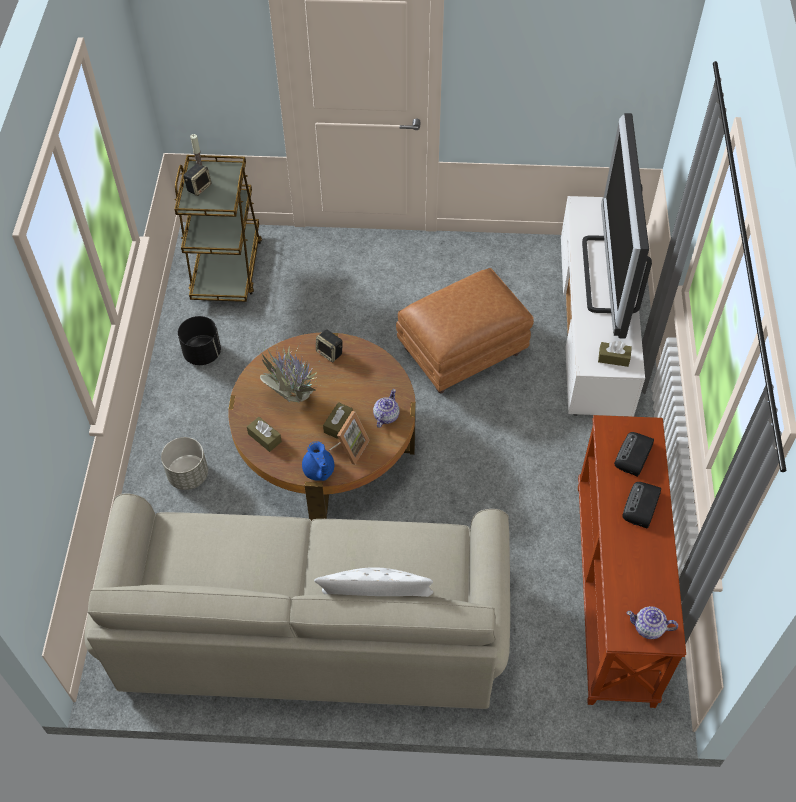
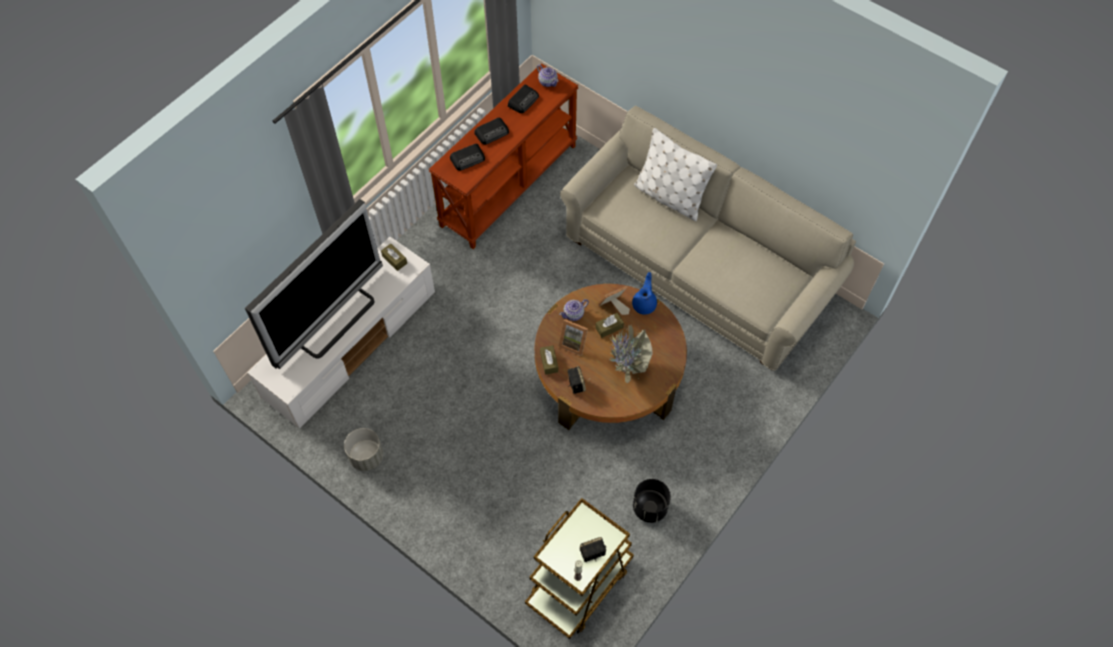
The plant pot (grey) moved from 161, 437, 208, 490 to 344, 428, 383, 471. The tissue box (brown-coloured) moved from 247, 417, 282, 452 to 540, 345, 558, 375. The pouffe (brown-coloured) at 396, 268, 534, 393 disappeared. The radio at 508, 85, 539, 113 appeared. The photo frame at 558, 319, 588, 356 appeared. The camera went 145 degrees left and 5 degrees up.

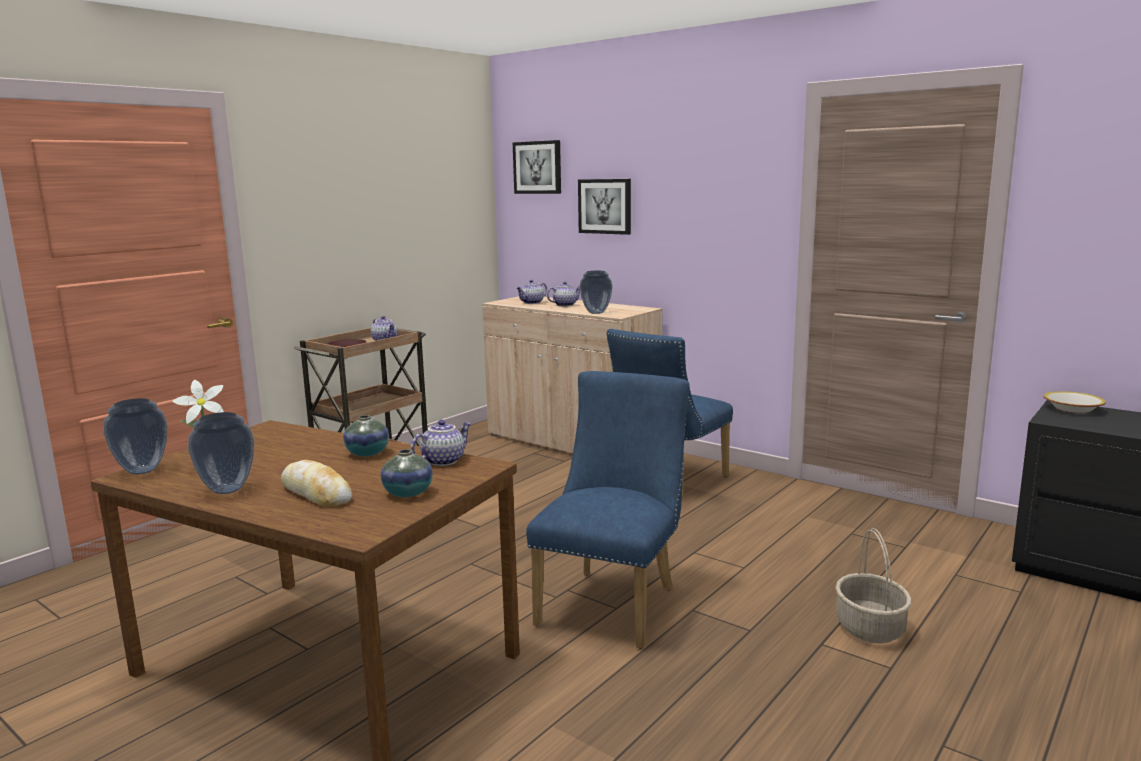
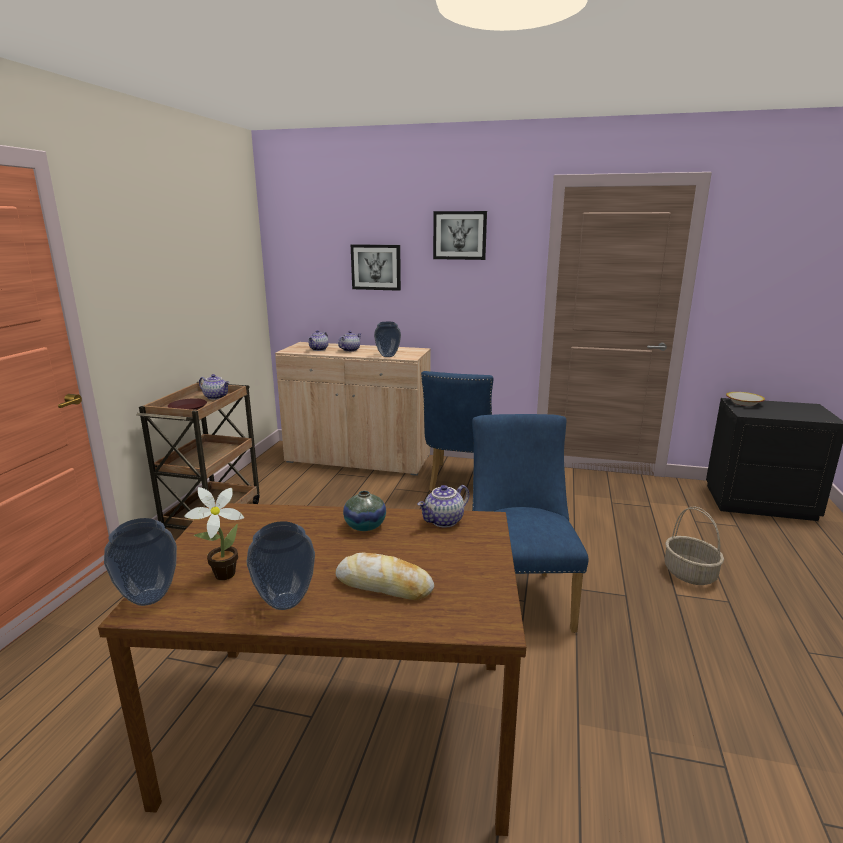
The flower vase at 380, 449, 433, 497 disappeared. The pot for tea at 411, 420, 472, 466 turned 150 degrees counterclockwise. The picture moved from 513, 140, 561, 194 to 433, 211, 487, 260. The camera went 25 degrees left and 5 degrees up.

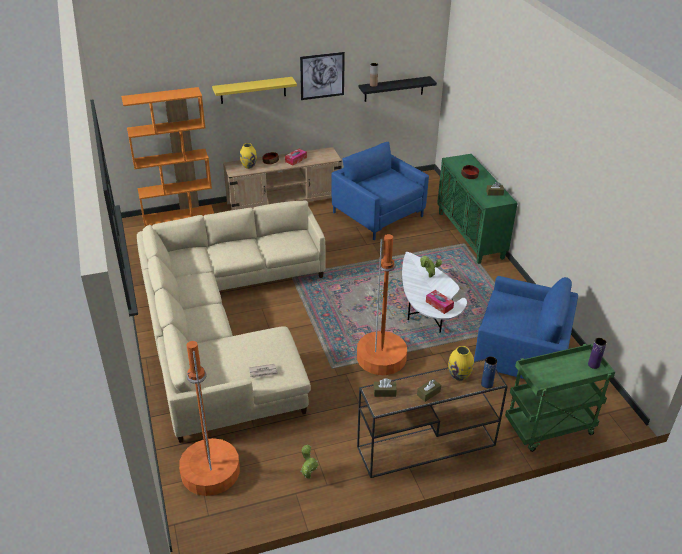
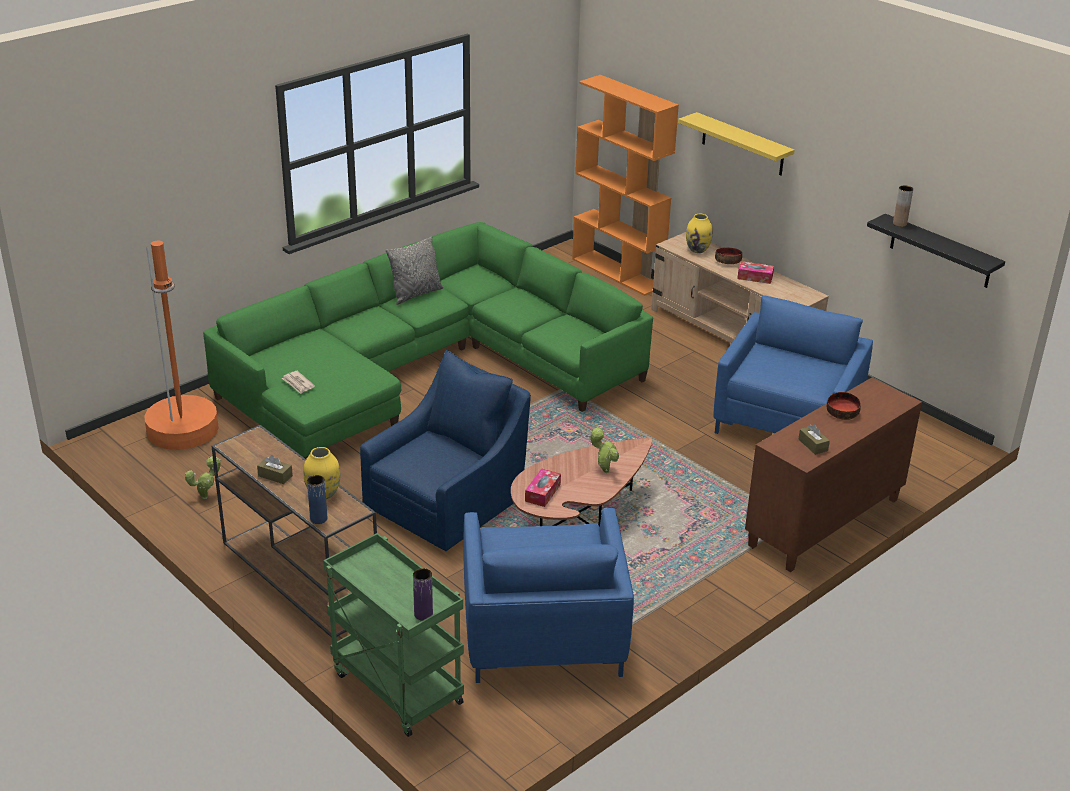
The settee (beige) at 137, 201, 326, 443 became the settee (green) at 203, 222, 653, 459. The picture at 300, 52, 345, 100 disappeared. The standing lamp (orange) at 357, 234, 407, 375 was replaced by the armchair (blue) at 360, 350, 531, 551. The tissue box (brown-coloured) at 374, 378, 397, 397 disappeared. The lounge table (white-coloured) at 402, 252, 467, 333 became the lounge table (brown-coloured) at 511, 438, 652, 527. The cabinet (green) at 437, 154, 518, 264 became the cabinet (brown-coloured) at 745, 377, 922, 572. The throw pillow (grey) at 386, 236, 443, 305 appeared. The camera went 65 degrees right and 5 degrees down.

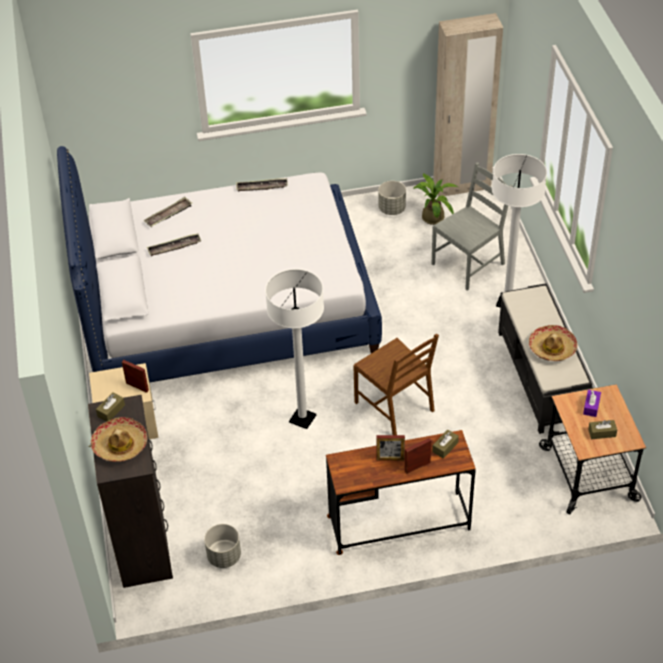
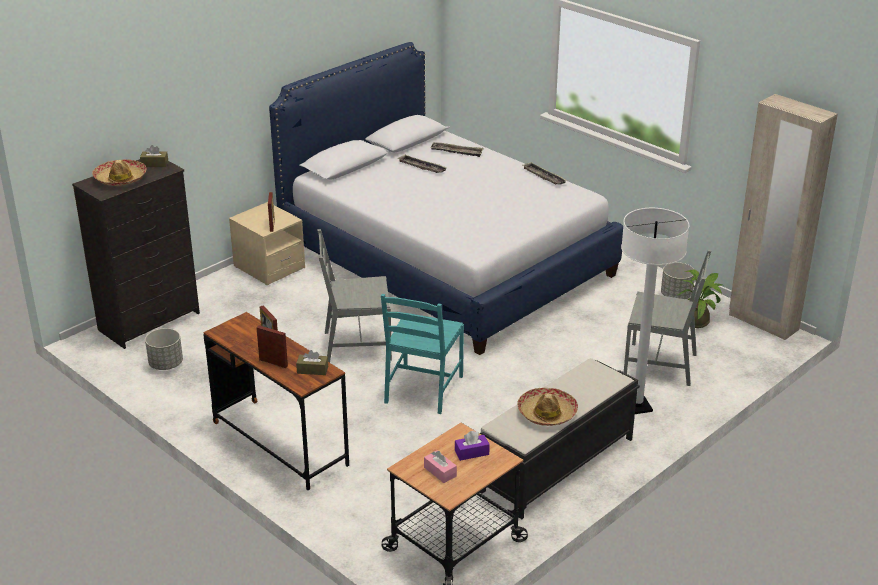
The standing lamp (white-coloured) at 265, 269, 324, 429 was replaced by the upright chair (grey) at 317, 229, 392, 363. The upright chair (brown-coloured) at 353, 333, 439, 435 became the upright chair (turquoise-coloured) at 381, 294, 464, 414. The tissue box (brown-coloured) at 588, 420, 617, 439 became the tissue box (pink-coloured) at 424, 450, 457, 483. The camera went 55 degrees right and 15 degrees down.

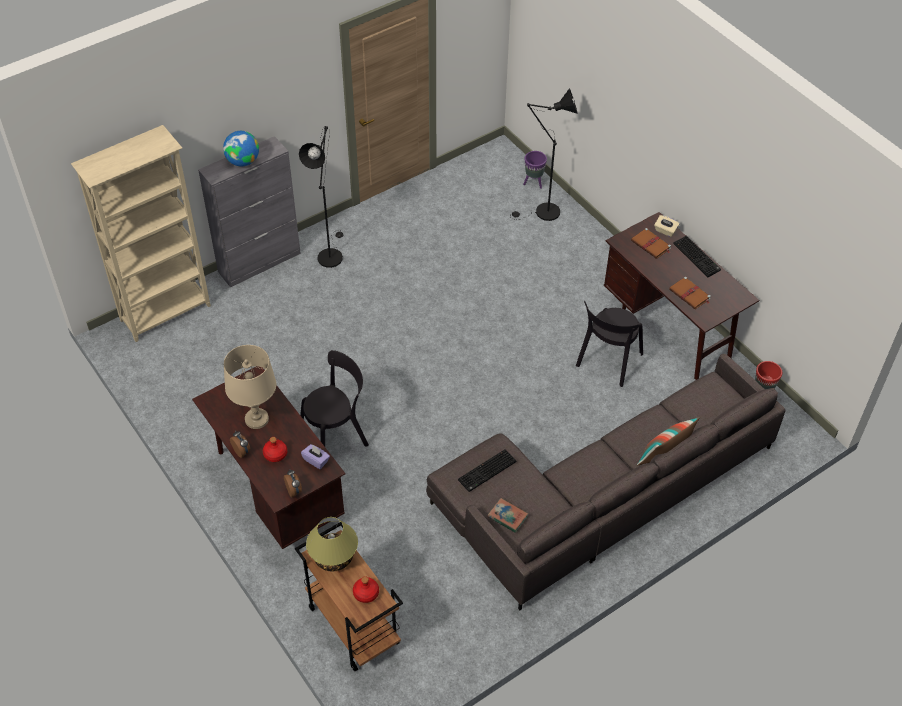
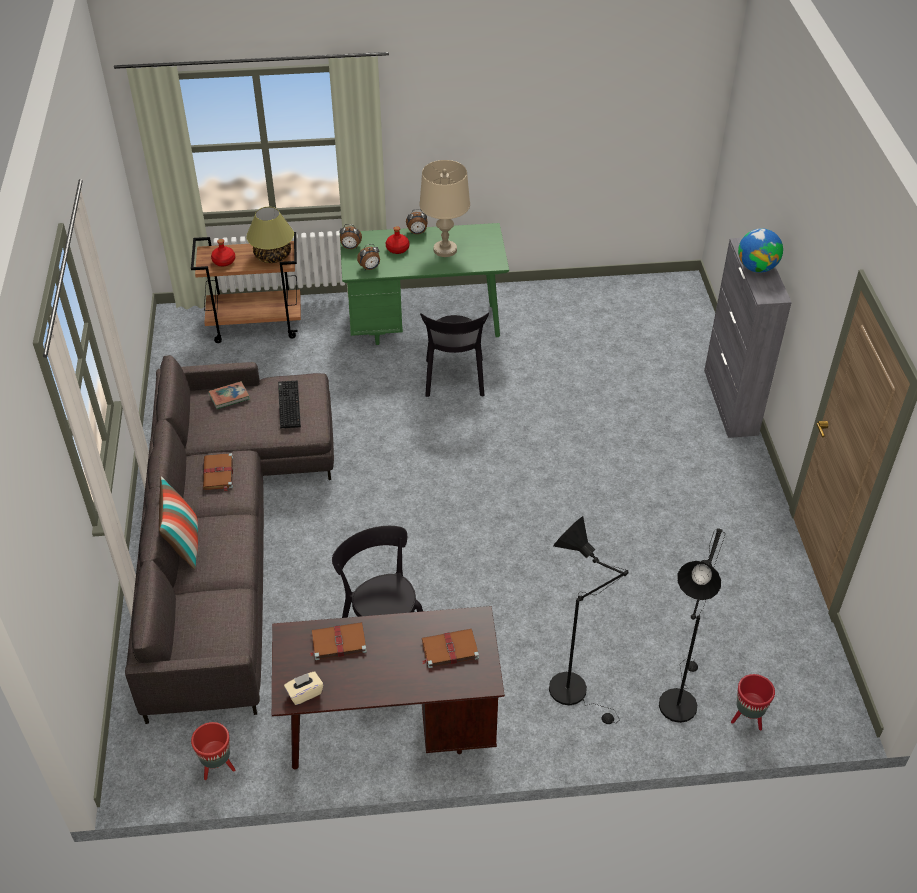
The bookshelf (beige) at 71, 125, 211, 342 disappeared. The desk unit (brown-coloured) at 192, 366, 345, 549 became the desk unit (green) at 340, 223, 509, 345. The standing lamp (black-coloured) moved from 299, 126, 343, 268 to 549, 516, 629, 724. The tissue box (purple) at 301, 444, 330, 469 was replaced by the alarm clock at 357, 244, 380, 270. The plant pot (purple) at 523, 151, 547, 189 became the plant pot (reddish) at 731, 674, 775, 730. The tissue box (beige) moved from 654, 215, 680, 237 to 284, 671, 323, 705. The PC keyboard at 673, 236, 721, 277 disappeared. The book (brown-coloured) at 203, 453, 233, 491 appeared. The camera went 120 degrees right and 5 degrees down.

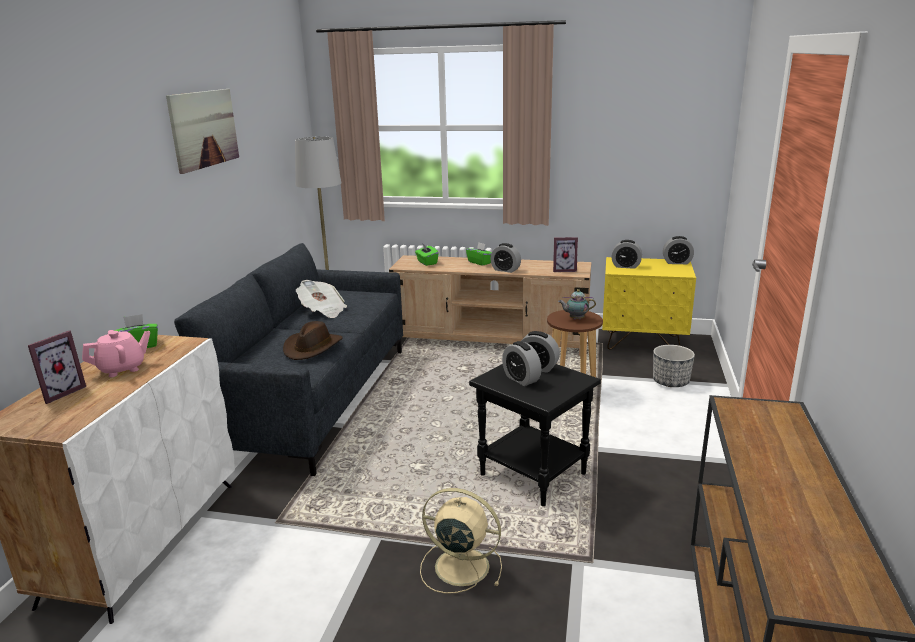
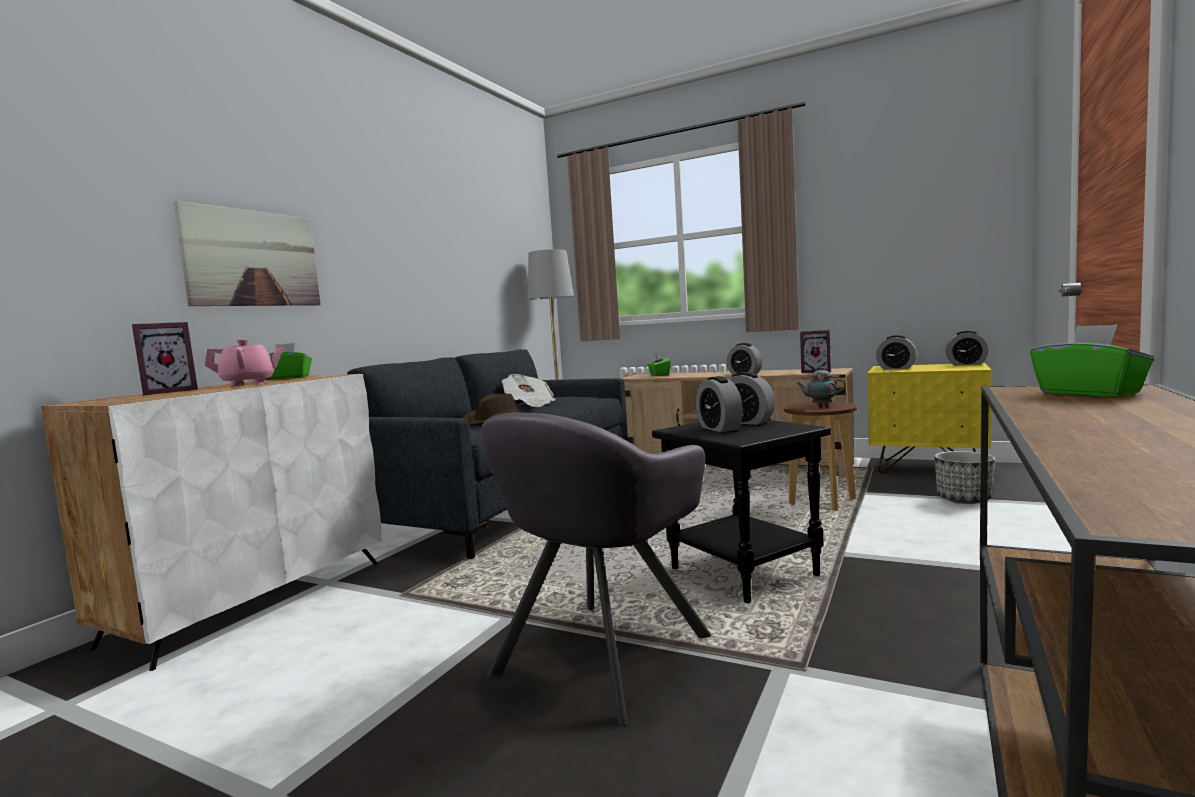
The picture moved from 166, 89, 239, 174 to 174, 201, 321, 306. The electric fan (beige) at 420, 488, 502, 594 was replaced by the armchair (grey) at 480, 412, 712, 727. The tissue box (green) moved from 466, 242, 492, 266 to 1030, 324, 1155, 397. The camera went 15 degrees right and 15 degrees down.

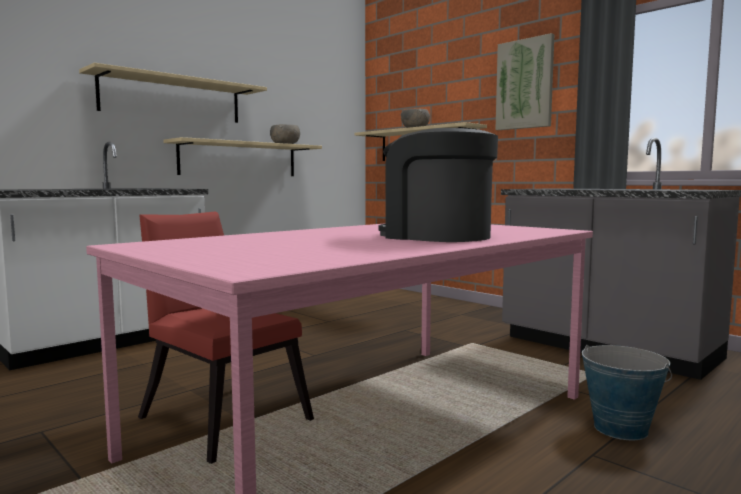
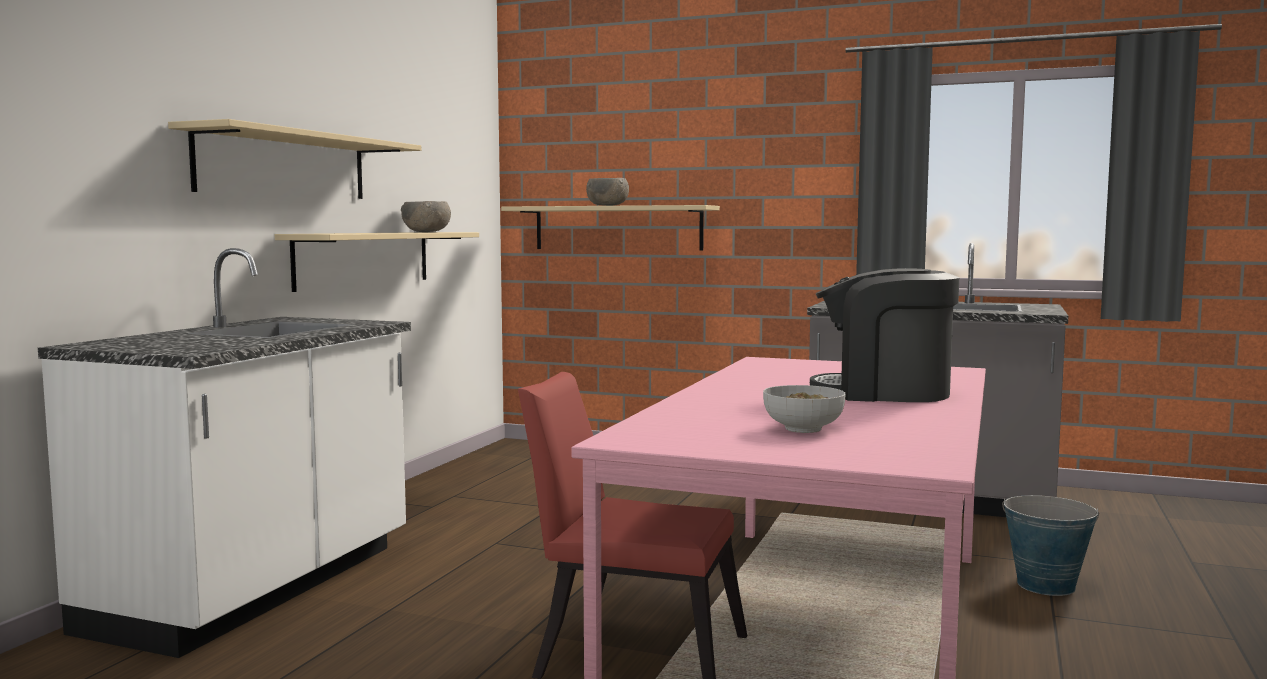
The picture at 495, 33, 554, 130 disappeared. The bowl at 763, 385, 846, 433 appeared. The camera went 25 degrees left and 0 degrees up.

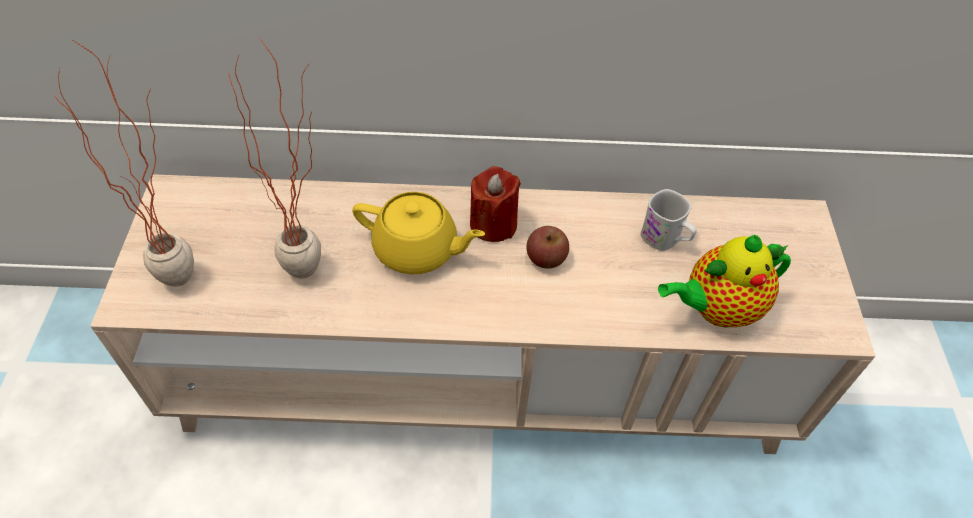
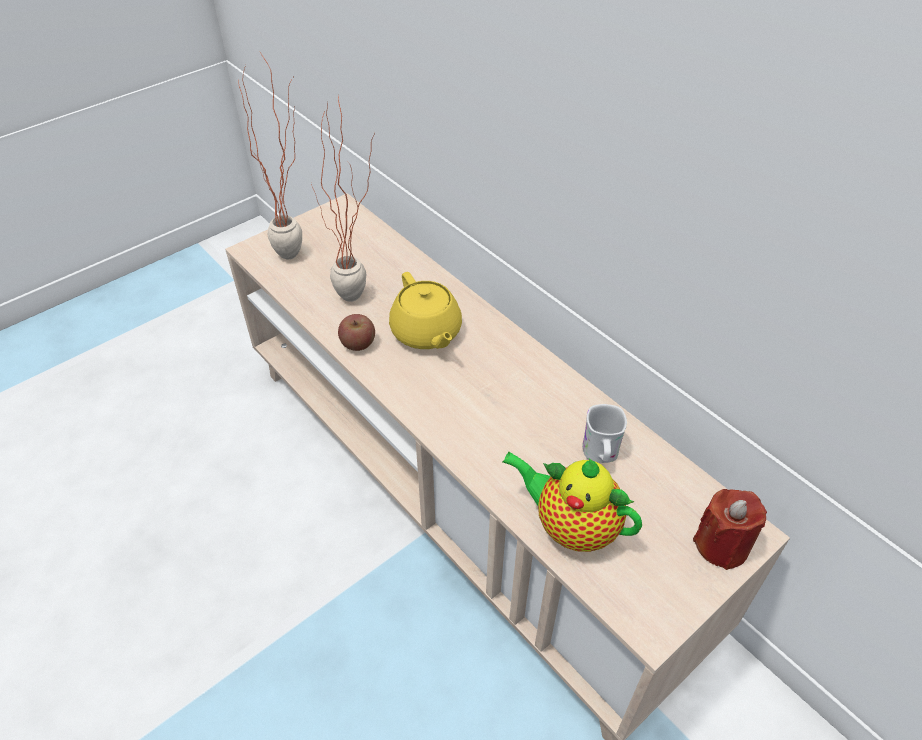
The candle (reddish) moved from 470, 166, 521, 242 to 693, 489, 767, 570. The apple fruit moved from 526, 226, 569, 269 to 338, 314, 375, 351. The camera went 50 degrees right and 5 degrees down.

